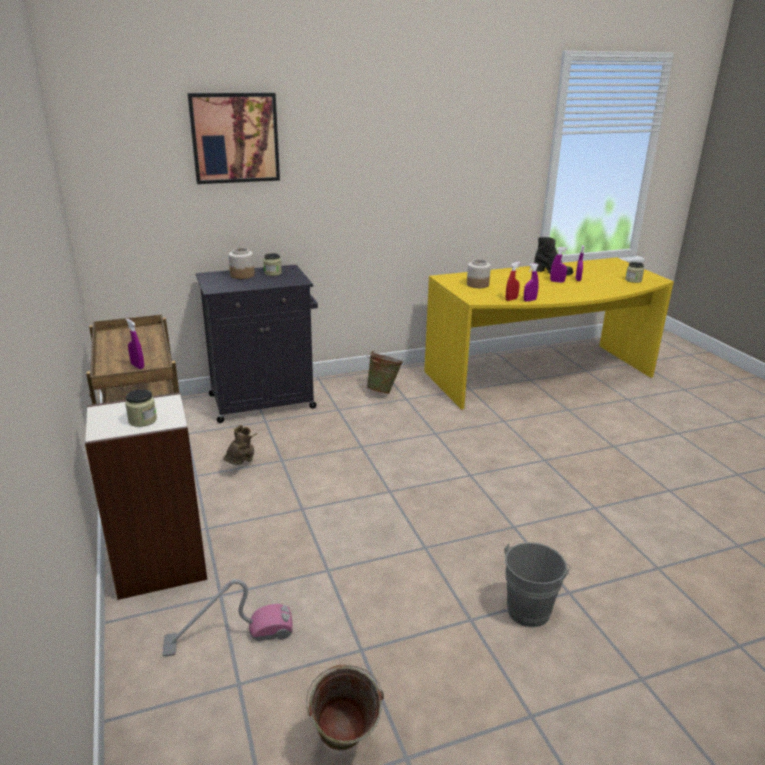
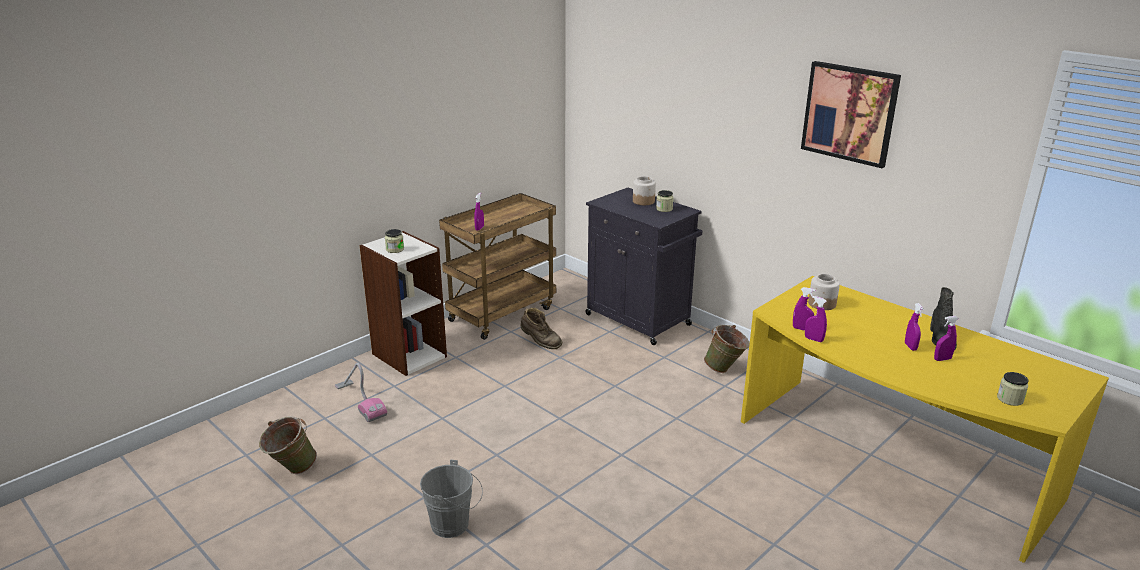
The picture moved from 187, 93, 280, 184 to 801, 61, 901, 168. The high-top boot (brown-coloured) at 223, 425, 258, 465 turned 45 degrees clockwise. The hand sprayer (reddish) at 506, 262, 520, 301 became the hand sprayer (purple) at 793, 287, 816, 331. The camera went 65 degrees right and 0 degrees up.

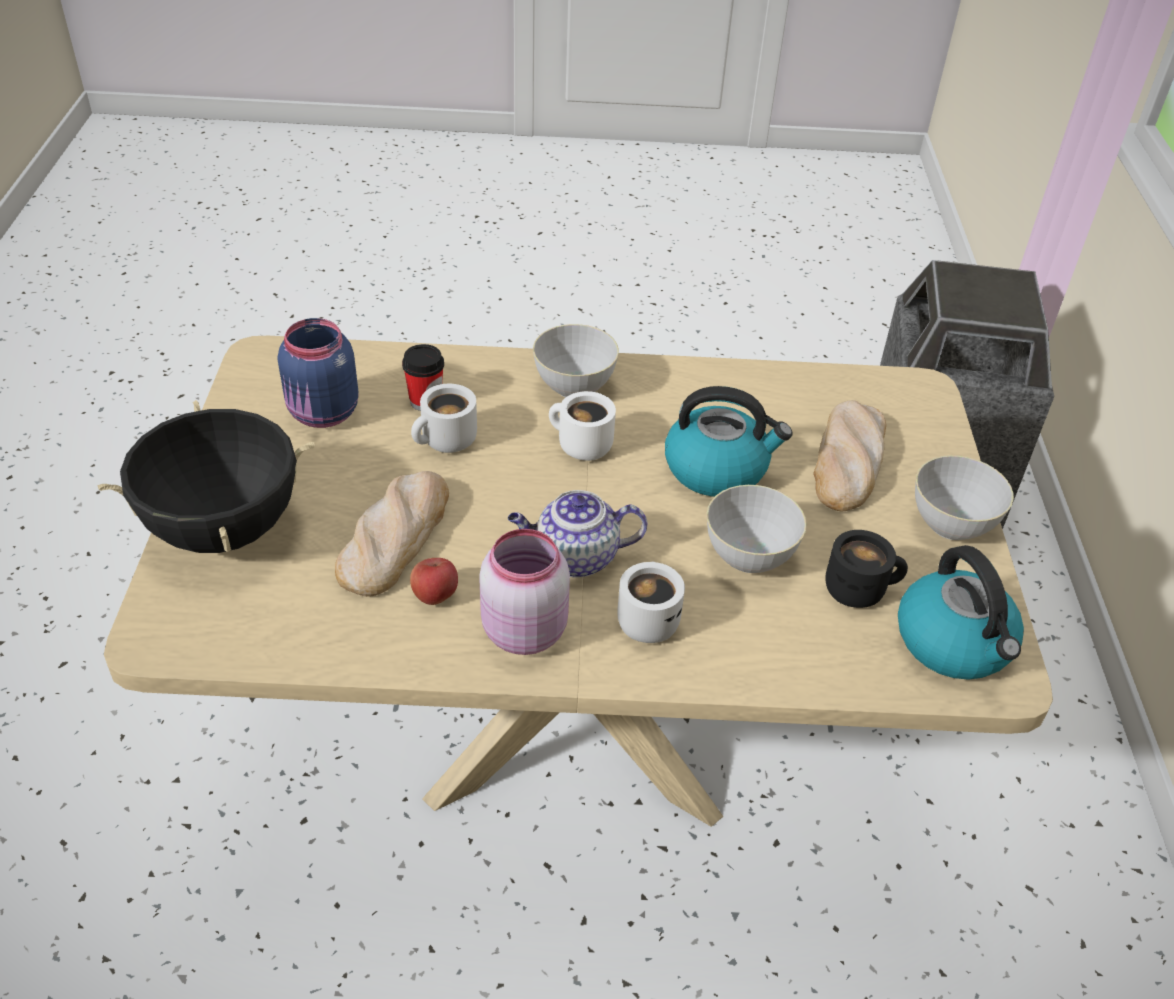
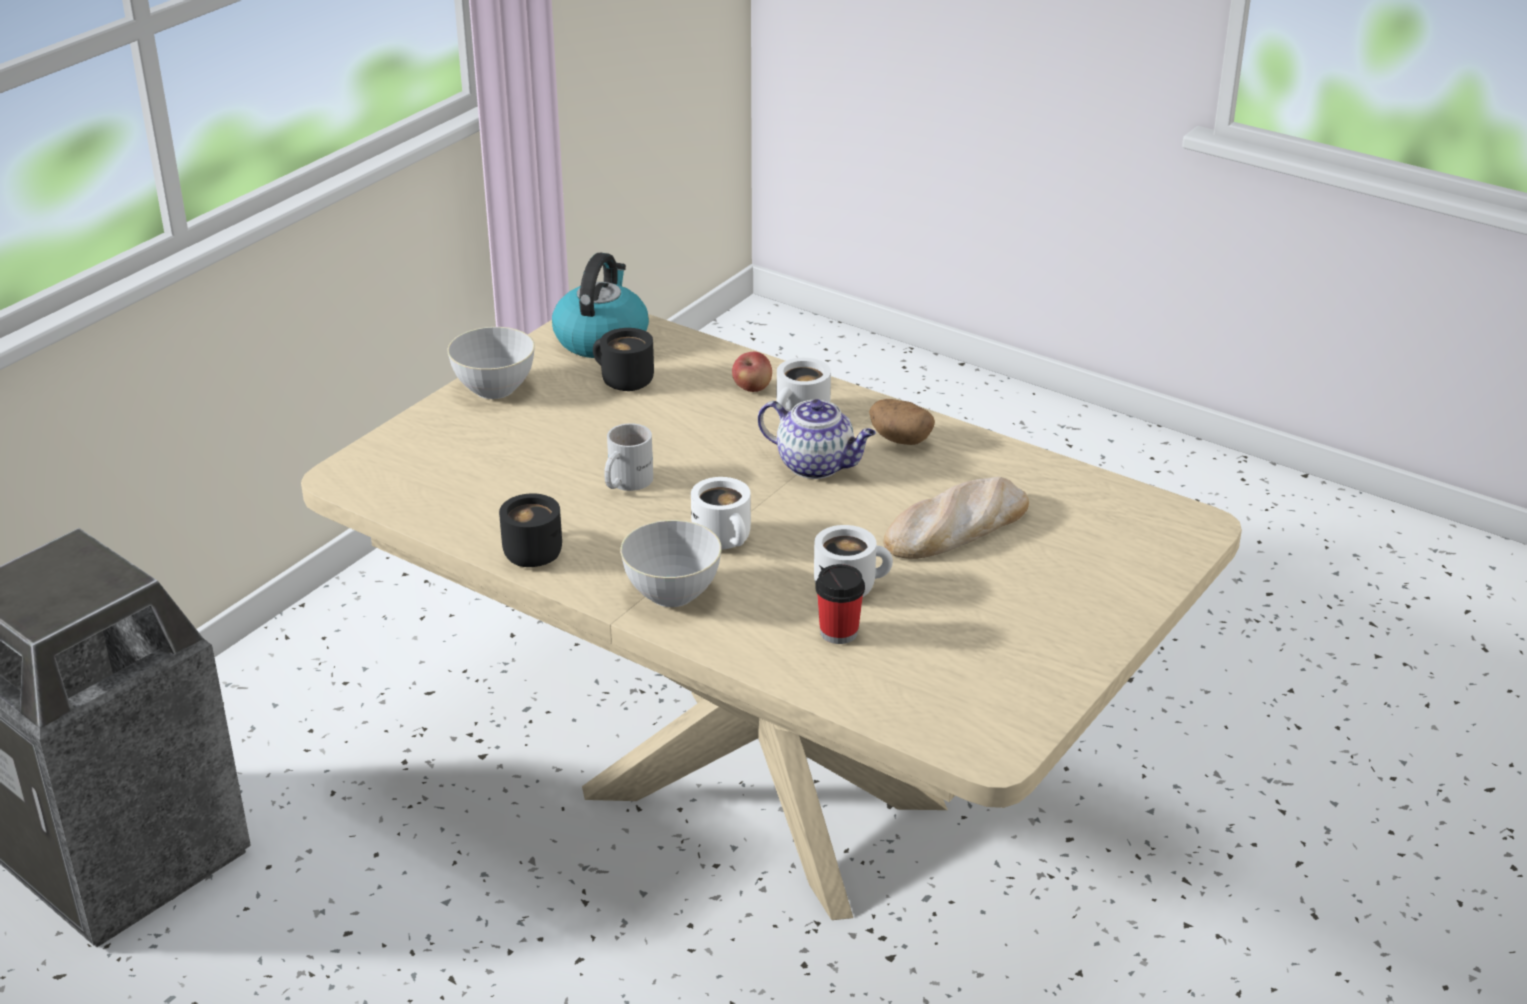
The cooking pot (black-coloured) at 98, 400, 315, 553 disappeared. The storage jar (blue) at 278, 318, 359, 428 disappeared. The apple fruit moved from 410, 558, 458, 605 to 732, 352, 772, 392. The storage jar (pink-coloured) at 479, 529, 570, 655 was replaced by the spud at 869, 399, 935, 445. The kettle at 665, 386, 793, 497 was replaced by the coffee mug (white-coloured) at 604, 423, 653, 491. The bowl (grey) at 707, 485, 807, 573 disappeared. The bread at 813, 400, 886, 511 disappeared. The coffee mug (black-coloured) at 499, 493, 562, 567 appeared. The camera went 145 degrees left and 10 degrees down.

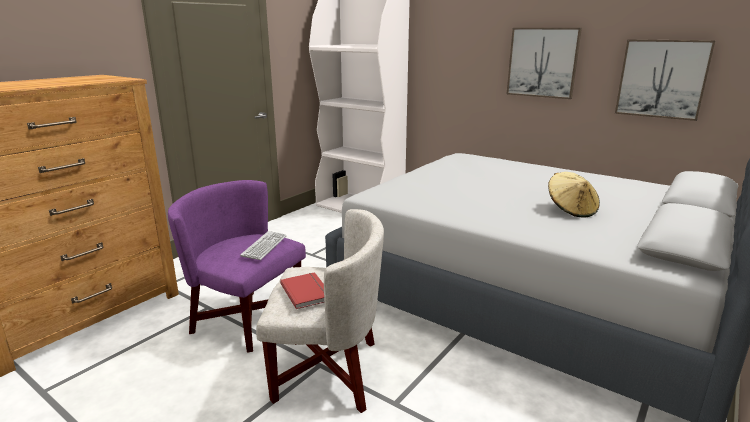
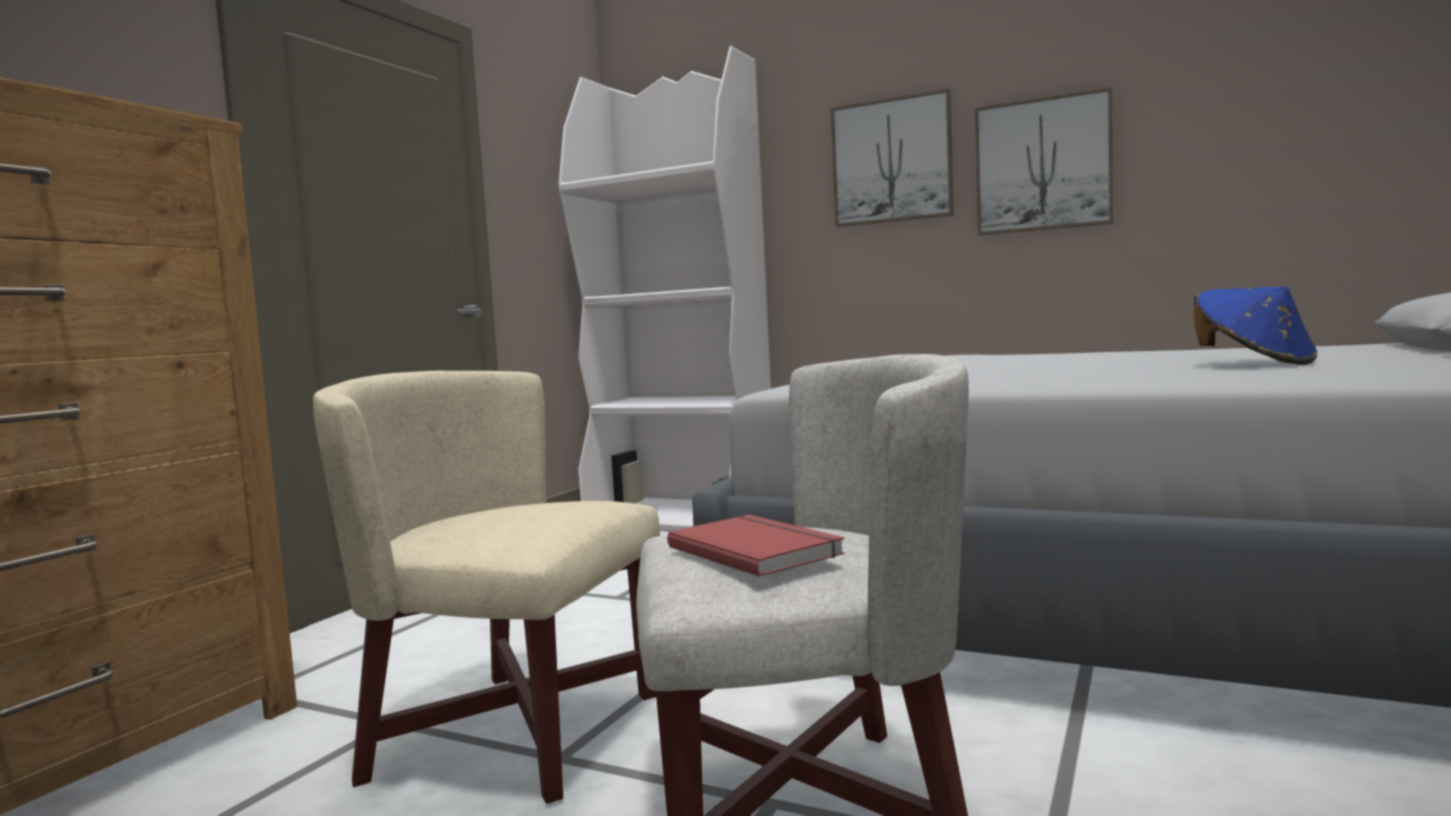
The armchair (purple) at 168, 180, 306, 353 became the armchair (beige) at 313, 371, 660, 804. The PC keyboard at 240, 231, 287, 260 disappeared. The wearable hat (beige) at 548, 172, 600, 218 became the wearable hat (blue) at 1194, 286, 1317, 365. The picture moved from 615, 39, 716, 121 to 831, 89, 954, 227. The camera went 10 degrees left and 15 degrees down.

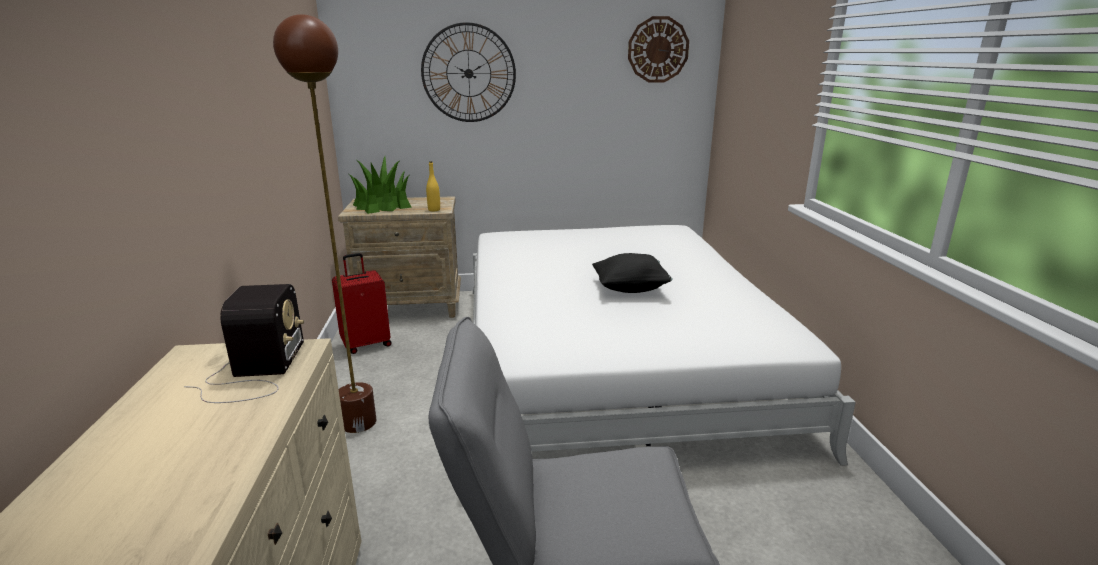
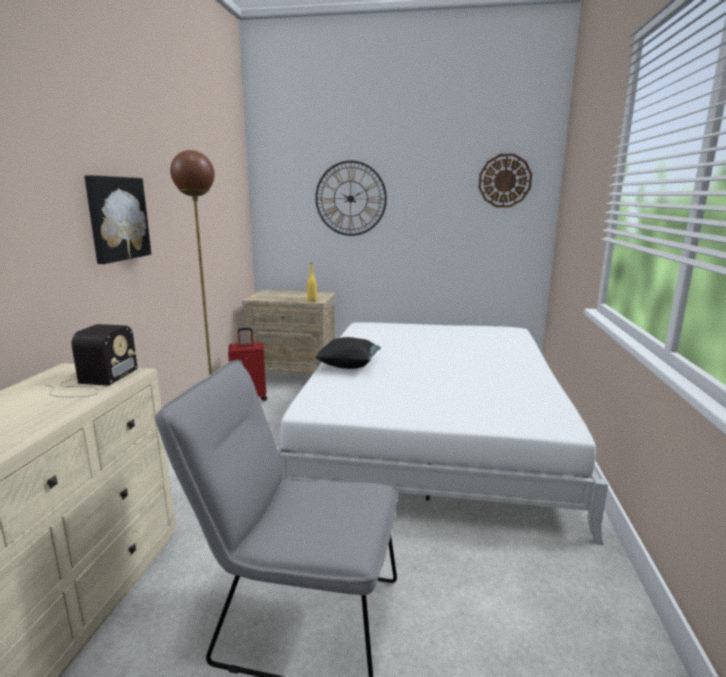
The potted plant at 349, 156, 411, 214 disappeared. The throw pillow (black-coloured) moved from 592, 253, 673, 293 to 315, 337, 381, 369. The picture at 84, 175, 151, 264 appeared. The camera went 15 degrees right and 5 degrees down.

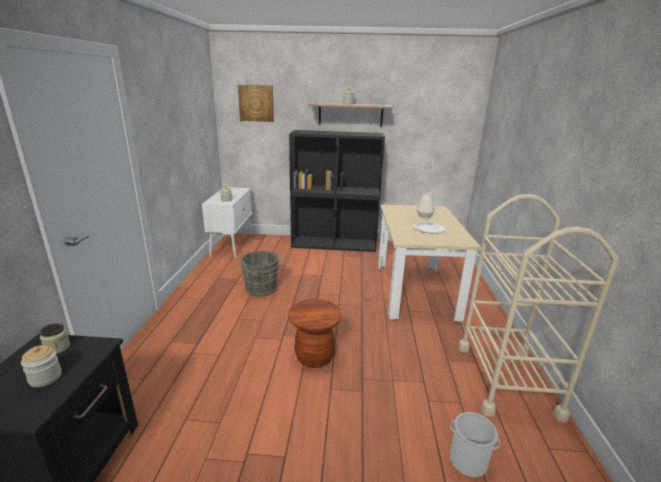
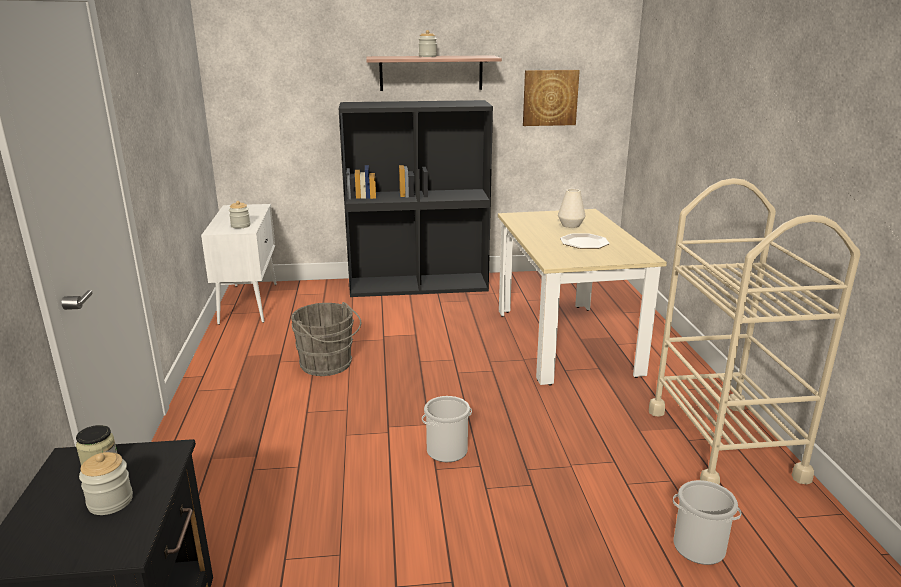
The picture moved from 238, 85, 274, 122 to 523, 70, 580, 126. The sitting stool (brown-coloured) at 288, 299, 342, 368 was replaced by the bucket at 422, 396, 472, 462. The camera went 10 degrees left and 0 degrees up.

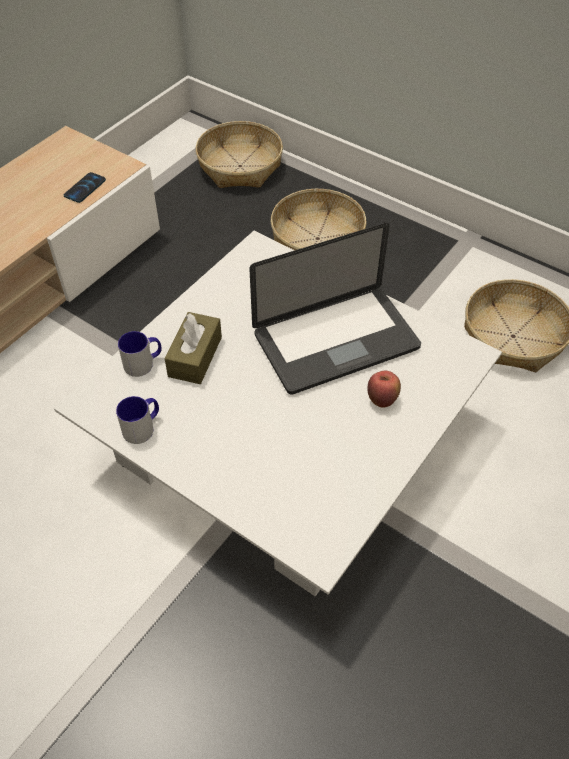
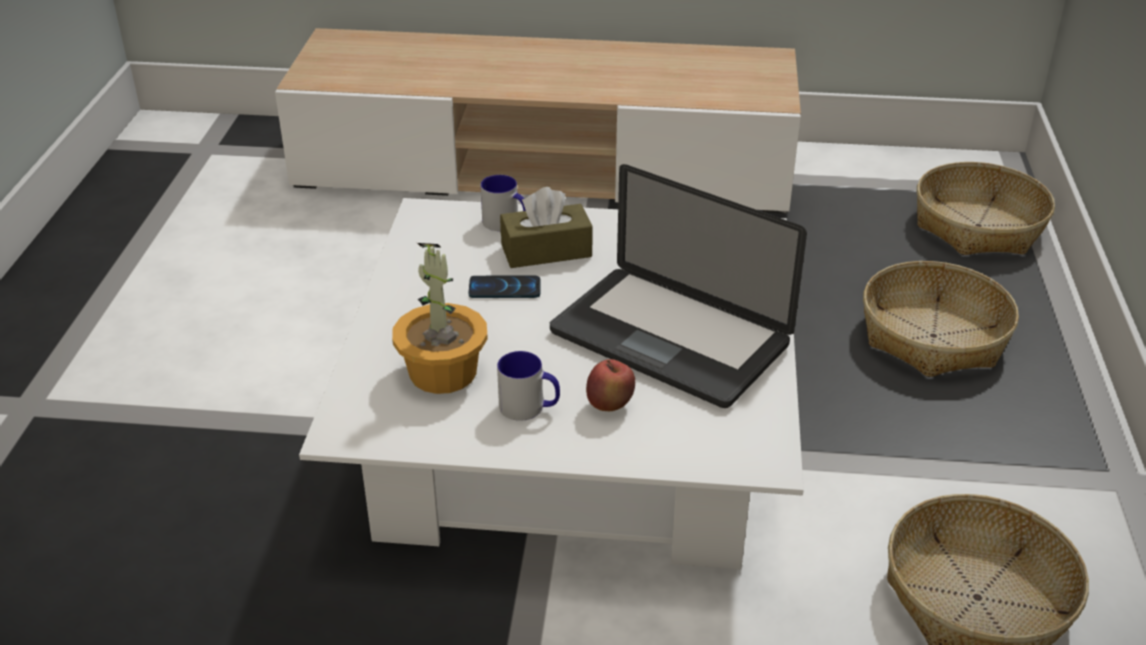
The phone moved from 64, 172, 106, 203 to 469, 276, 541, 298. The coffee mug moved from 116, 396, 159, 444 to 497, 351, 560, 421. The potted plant at 392, 243, 488, 394 appeared. The camera went 60 degrees right and 15 degrees down.

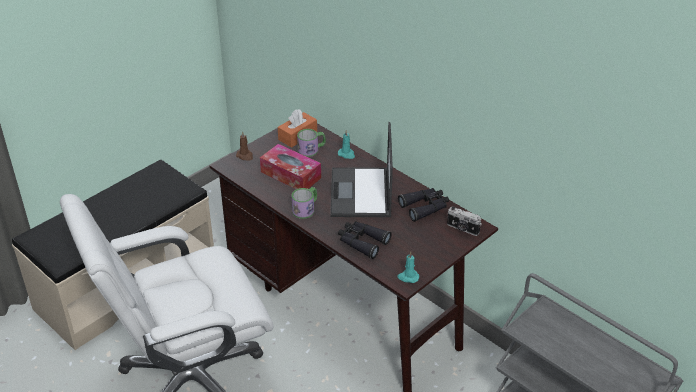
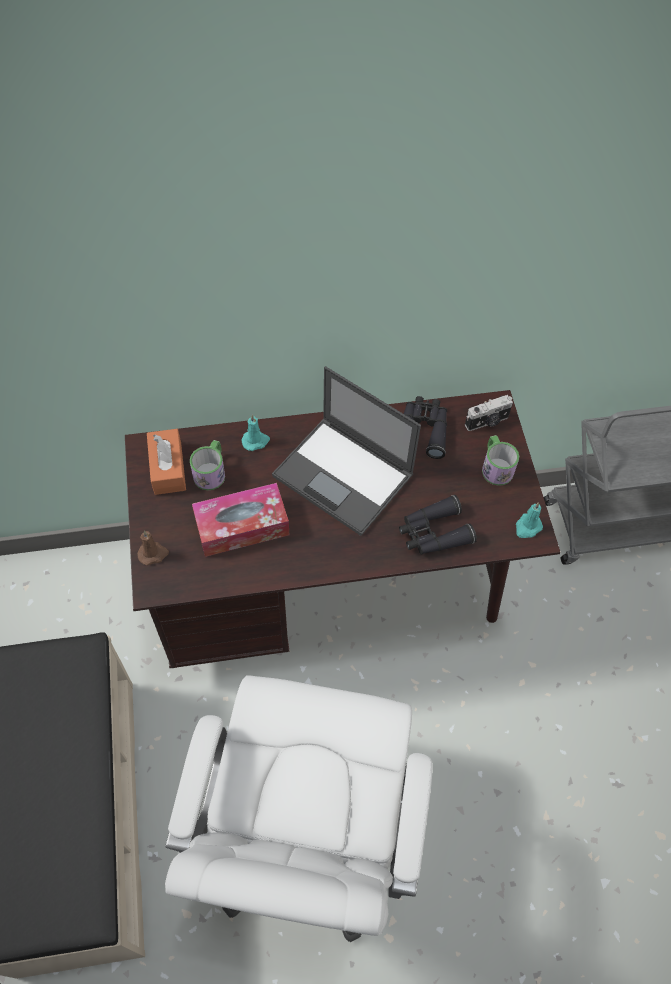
The coffee mug moved from 291, 187, 317, 219 to 482, 435, 519, 486. The camera went 55 degrees left and 20 degrees up.

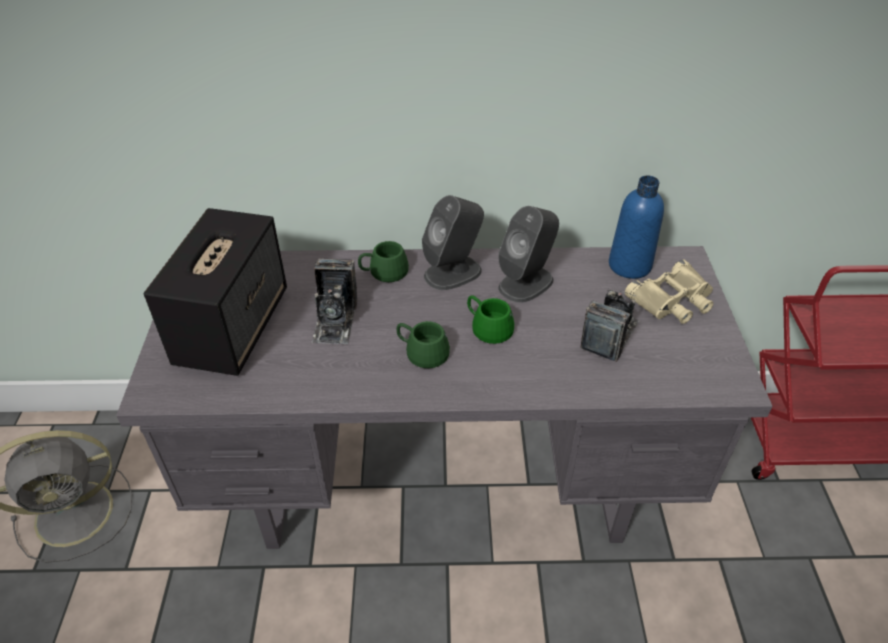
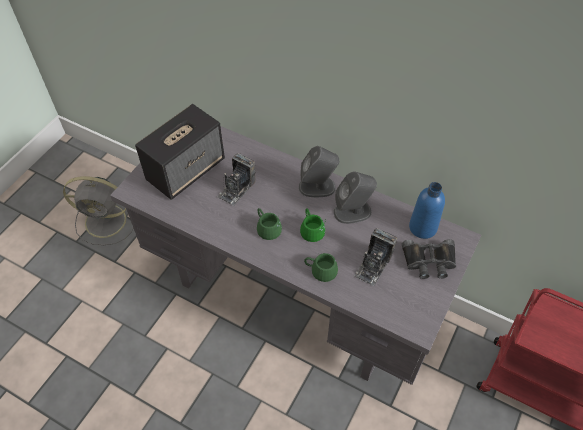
The coffee mug (green) moved from 358, 241, 409, 282 to 304, 253, 338, 282. The photo camera at 580, 288, 639, 362 turned 150 degrees clockwise. The pair of binoculars (beige) at 625, 259, 713, 324 became the pair of binoculars (black-coloured) at 402, 239, 456, 279. The camera went 30 degrees right and 10 degrees up.

